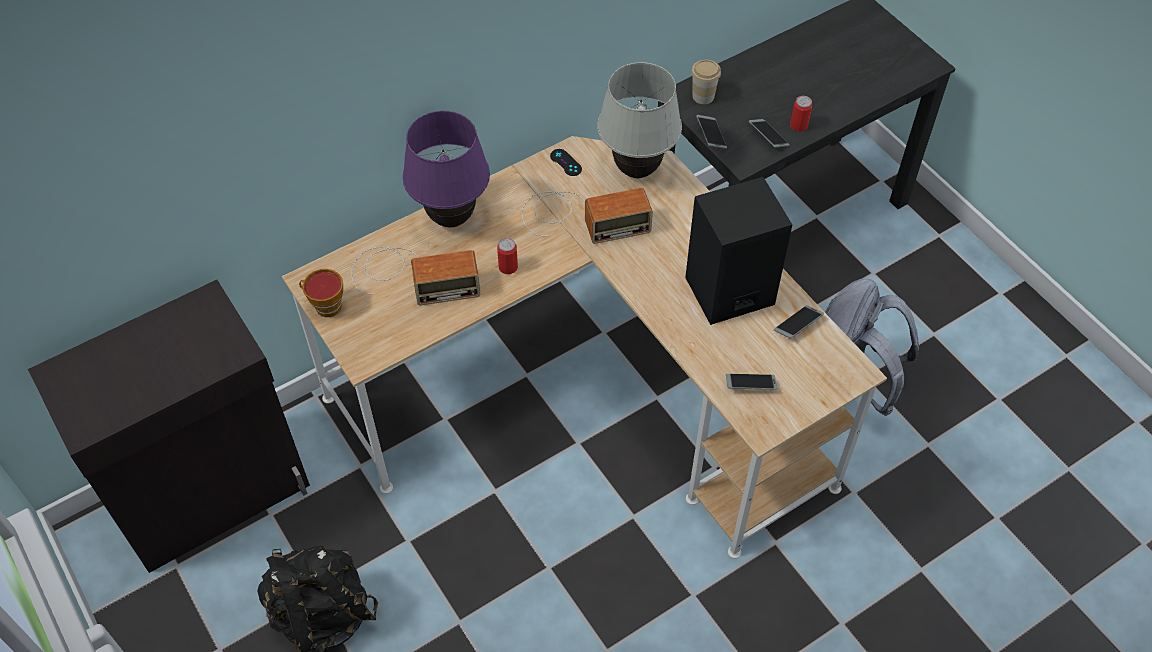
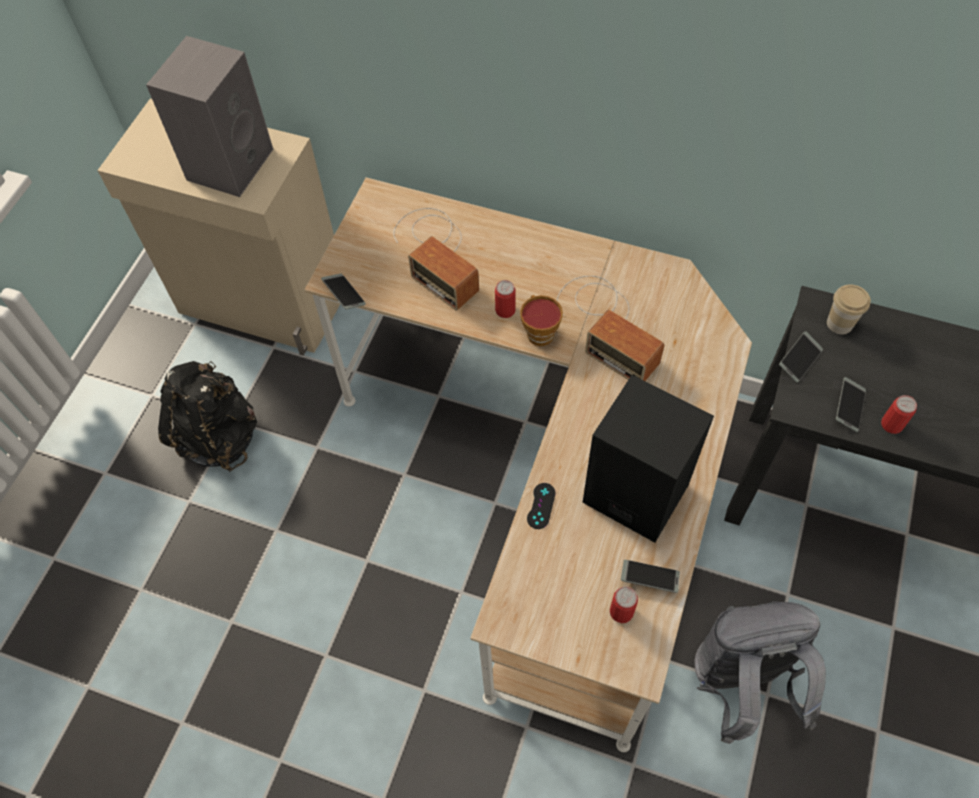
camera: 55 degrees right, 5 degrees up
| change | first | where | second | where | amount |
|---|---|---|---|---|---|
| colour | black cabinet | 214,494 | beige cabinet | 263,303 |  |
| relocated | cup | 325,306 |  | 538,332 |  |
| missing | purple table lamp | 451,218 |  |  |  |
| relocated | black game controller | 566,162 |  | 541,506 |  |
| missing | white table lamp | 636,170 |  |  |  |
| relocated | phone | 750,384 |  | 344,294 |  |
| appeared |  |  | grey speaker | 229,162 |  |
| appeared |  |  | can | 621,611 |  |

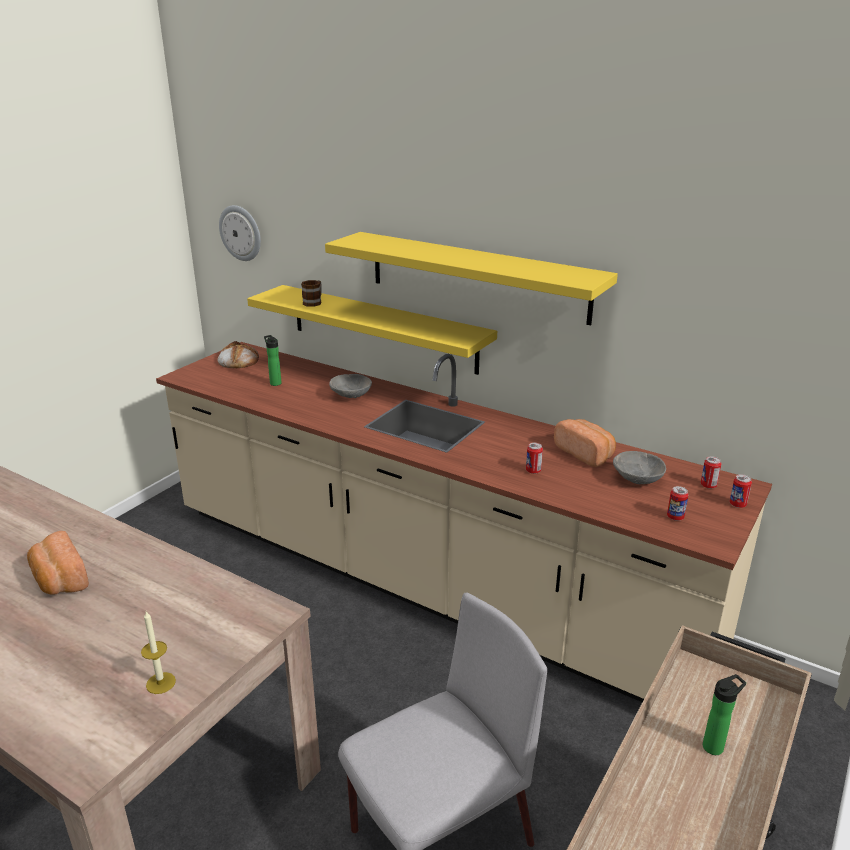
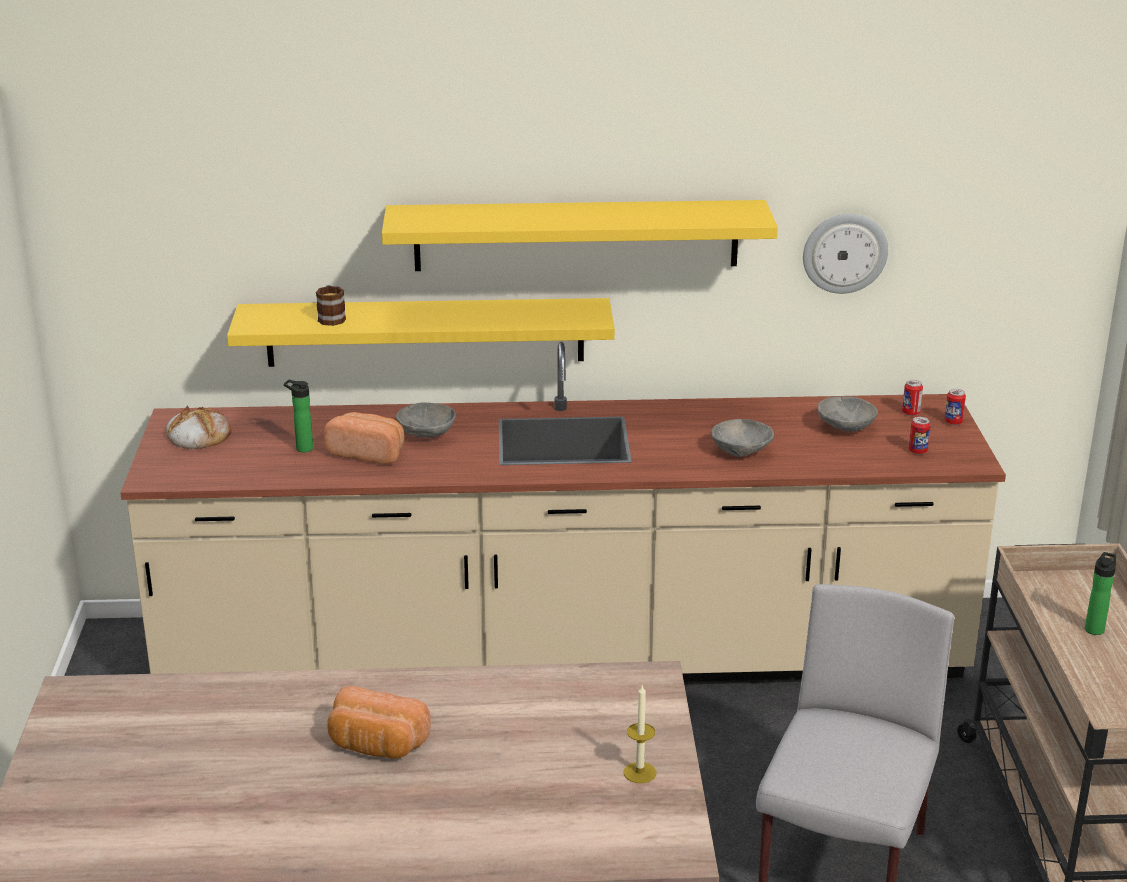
camera: 35 degrees left, 0 degrees up
| change | first | where | second | where | amount |
|---|---|---|---|---|---|
| relocated | wall clock | 241,233 |  | 844,252 |  |
| exchanged | can | 533,471 | grey bowl | 742,452 |  |
| relocated | bread | 585,453 |  | 368,453 |  |

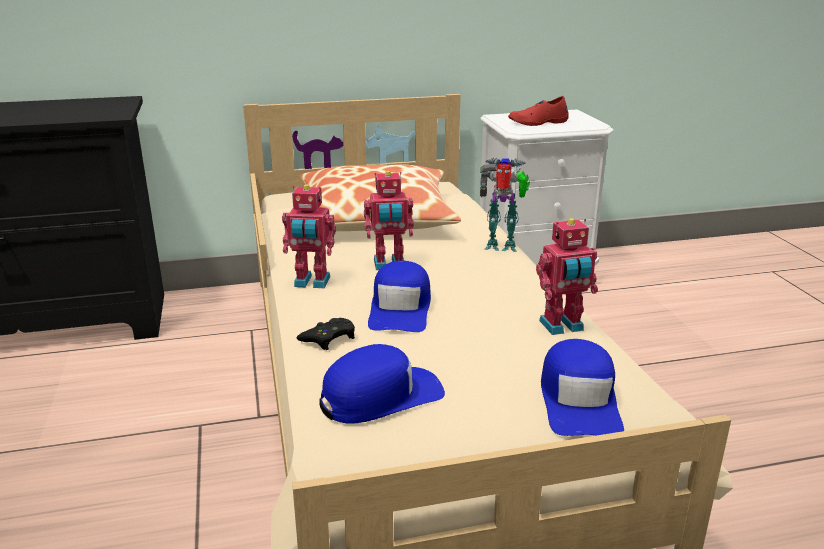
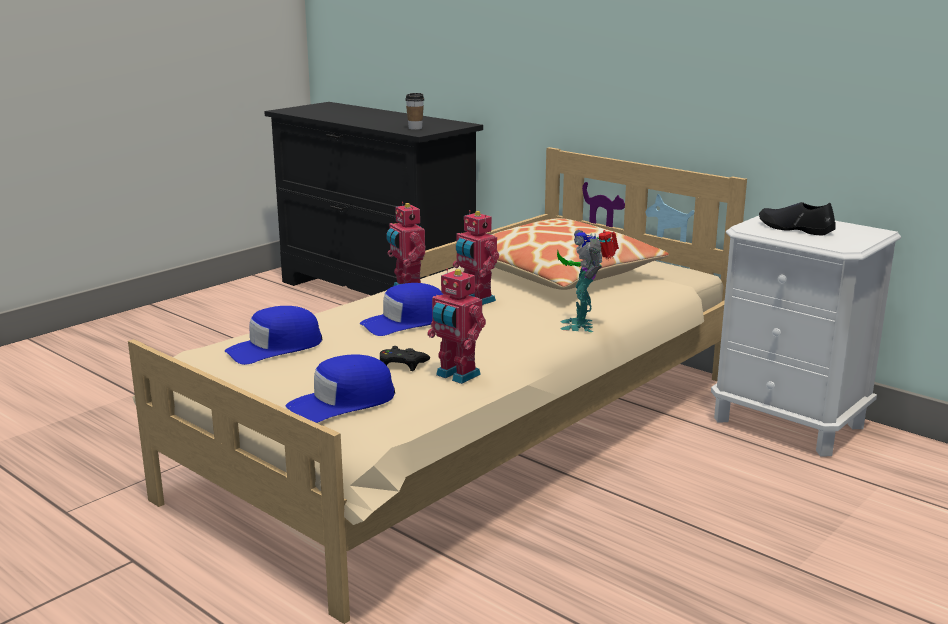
camera: 55 degrees right, 5 degrees down
| change | first | where | second | where | amount |
|---|---|---|---|---|---|
| relocated | black game controller | 329,338 |  | 402,364 |  |
| spun | blue cap | 381,396 |  | 275,348 | 120 degrees clockwise |
| spun | toy robot | 502,247 |  | 582,325 | 150 degrees counterclockwise |
| colour | red shoe | 538,122 | black shoe | 794,228 |  |
| appeared |  |  | cup | 415,128 |  |

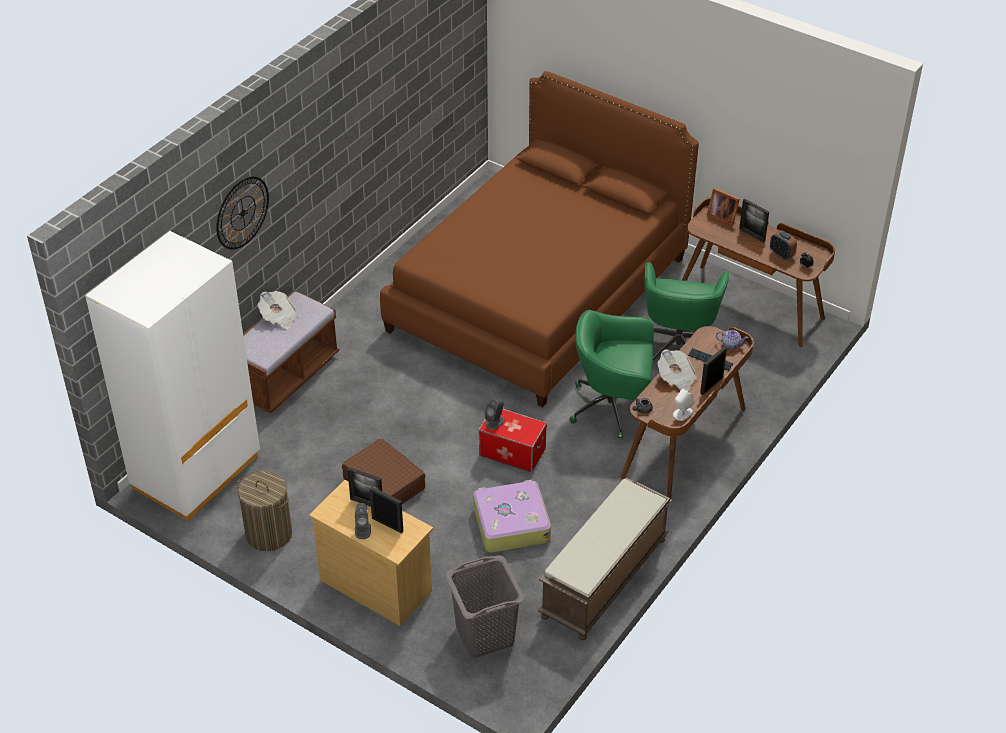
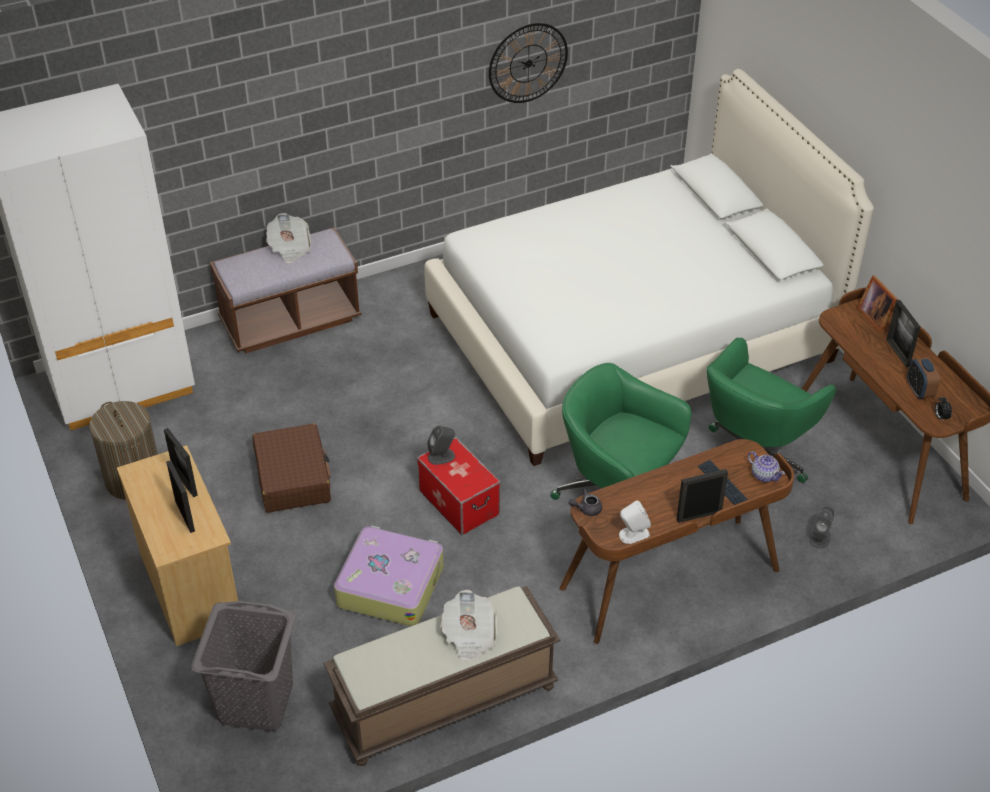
camera: 30 degrees right, 0 degrees up
| change | first | where | second | where | amount |
|---|---|---|---|---|---|
| relocated | wall clock | 242,213 |  | 528,63 |  |
| relocated | grey speaker | 362,529 |  | 820,537 |  |
| colour | brown bed | 539,293 | white bed | 631,337 |  |
| relocated | newspaper | 676,378 |  | 469,636 |  |

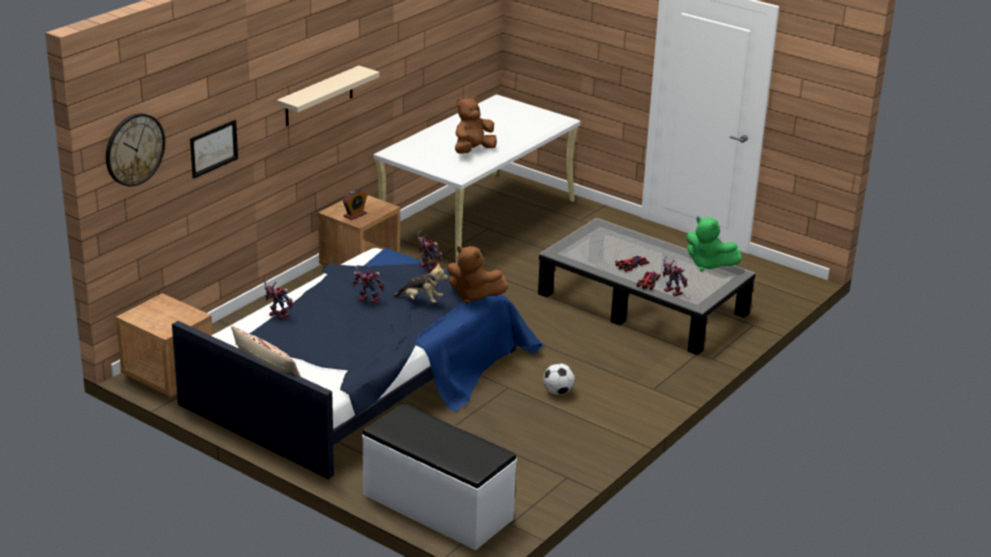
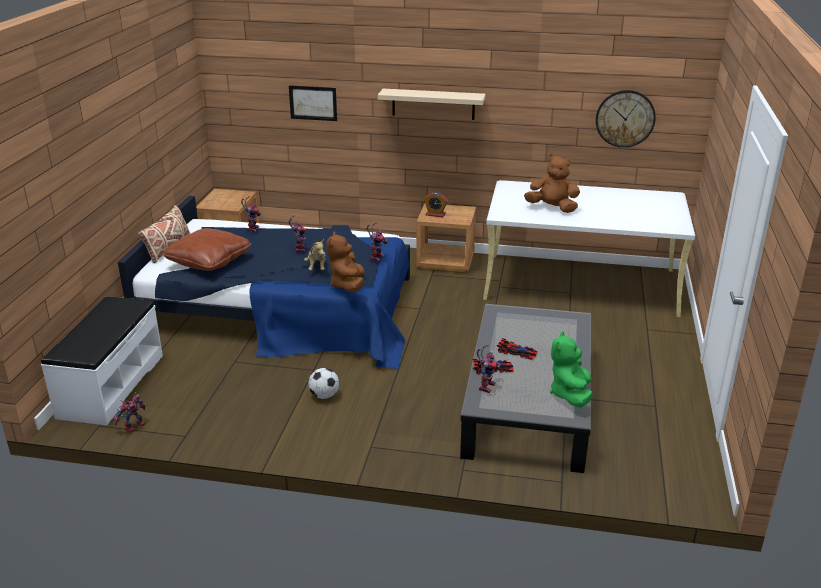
camera: 65 degrees right, 0 degrees up
| change | first | where | second | where | amount |
|---|---|---|---|---|---|
| relocated | wall clock | 134,149 |  | 625,118 |  |
| appeared |  |  | toy robot | 134,428 |  |
| appeared |  |  | brown pillow | 209,261 |  |

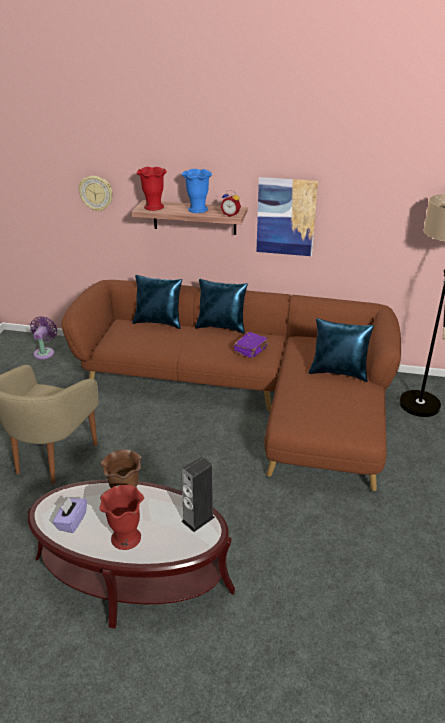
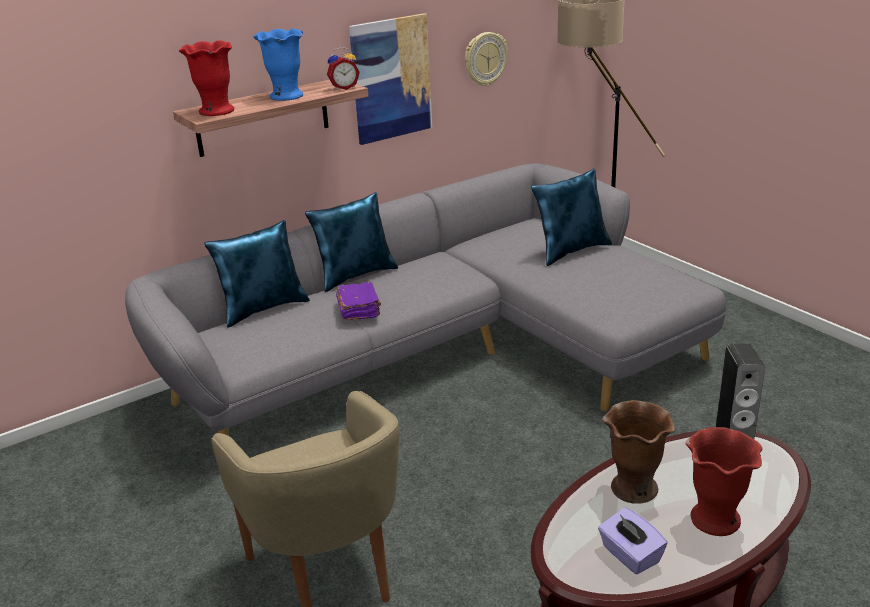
camera: 45 degrees left, 5 degrees down
| change | first | where | second | where | amount |
|---|---|---|---|---|---|
| missing | purple fan | 45,352 |  |  |  |
| colour | brown sofa | 249,396 | grey sofa | 446,354 |  |
| relocated | wall clock | 96,193 |  | 485,59 |  |
| relocated | purple book | 251,350 |  | 359,310 |  |

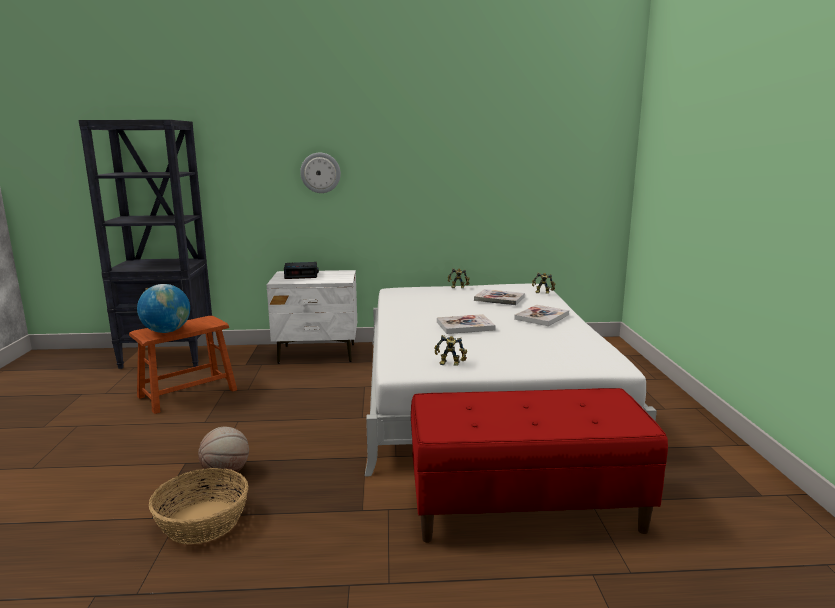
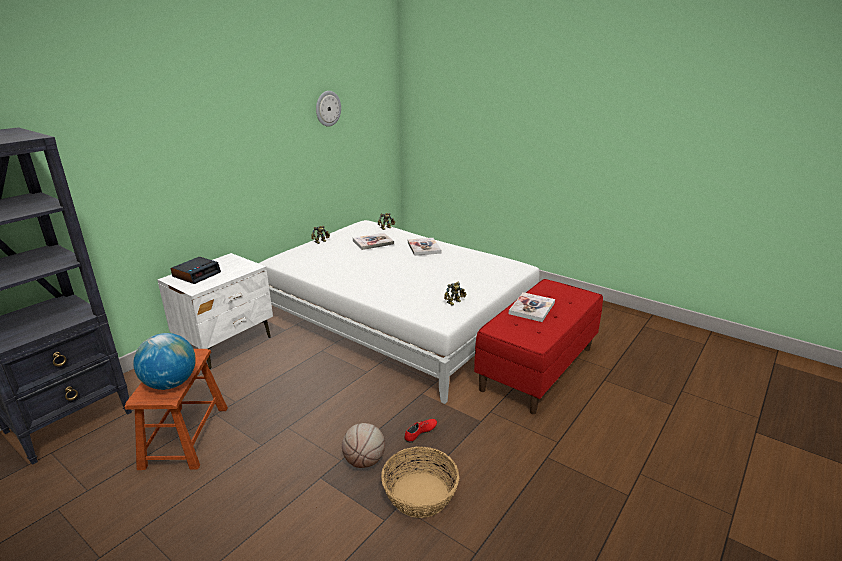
camera: 50 degrees left, 10 degrees up
| change | first | where | second | where | amount |
|---|---|---|---|---|---|
| relocated | wall clock | 320,172 |  | 327,108 |  |
| relocated | book | 465,326 |  | 532,308 |  |
| appeared |  |  | red shoe | 420,433 |  |

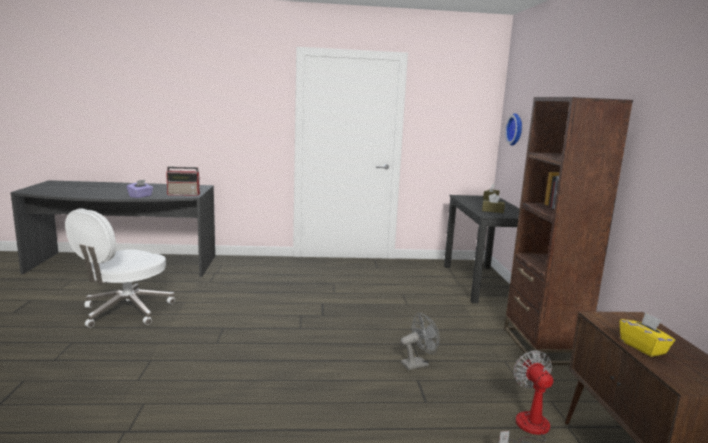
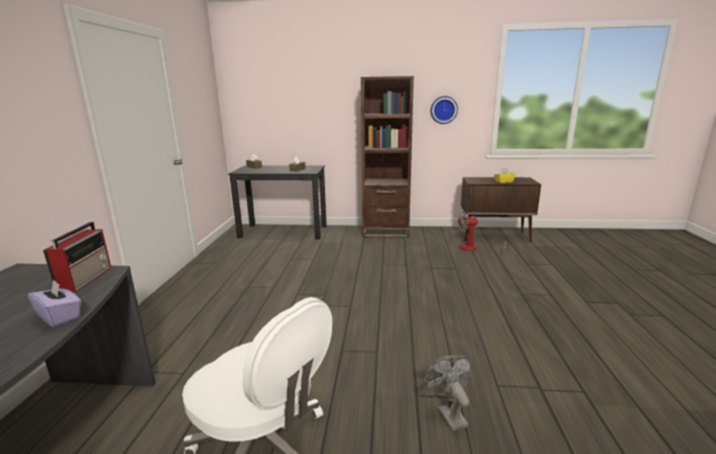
camera: 80 degrees left, 5 degrees up
| change | first | where | second | where | amount |
|---|---|---|---|---|---|
| relocated | grey fan | 418,364 |  | 448,414 |  |
| relocated | wall clock | 516,129 |  | 443,110 |  |

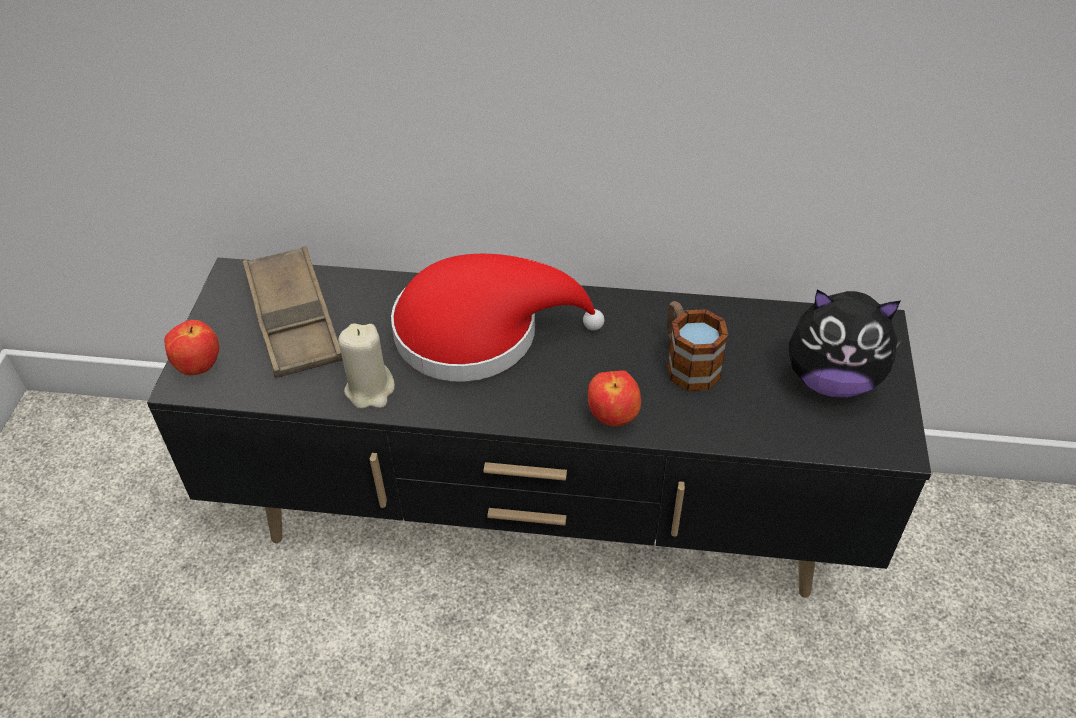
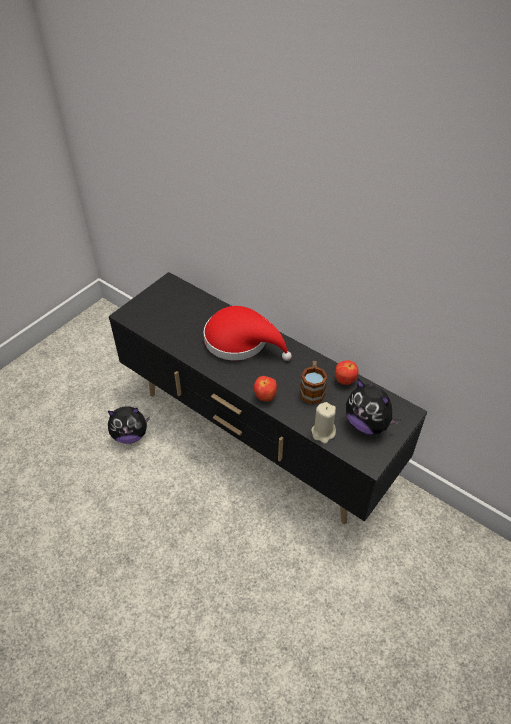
camera: 30 degrees right, 0 degrees up
| change | first | where | second | where | amount |
|---|---|---|---|---|---|
| relocated | apple | 199,366 |  | 345,381 |  |
| missing | brown tray | 294,319 |  |  |  |
| relocated | beige candle | 370,390 |  | 323,432 |  |
| appeared |  |  | plush toy | 130,435 |  |

